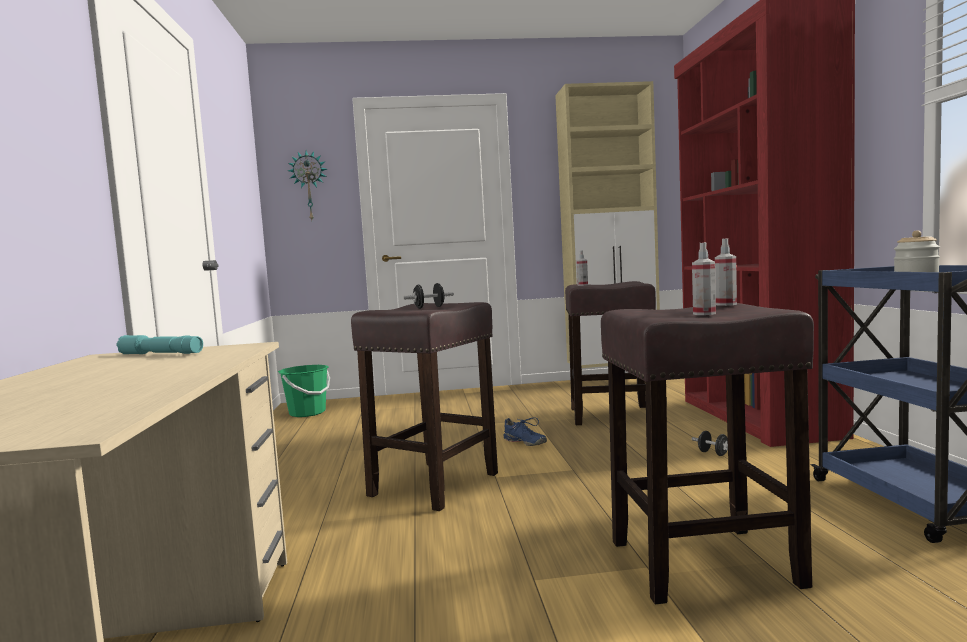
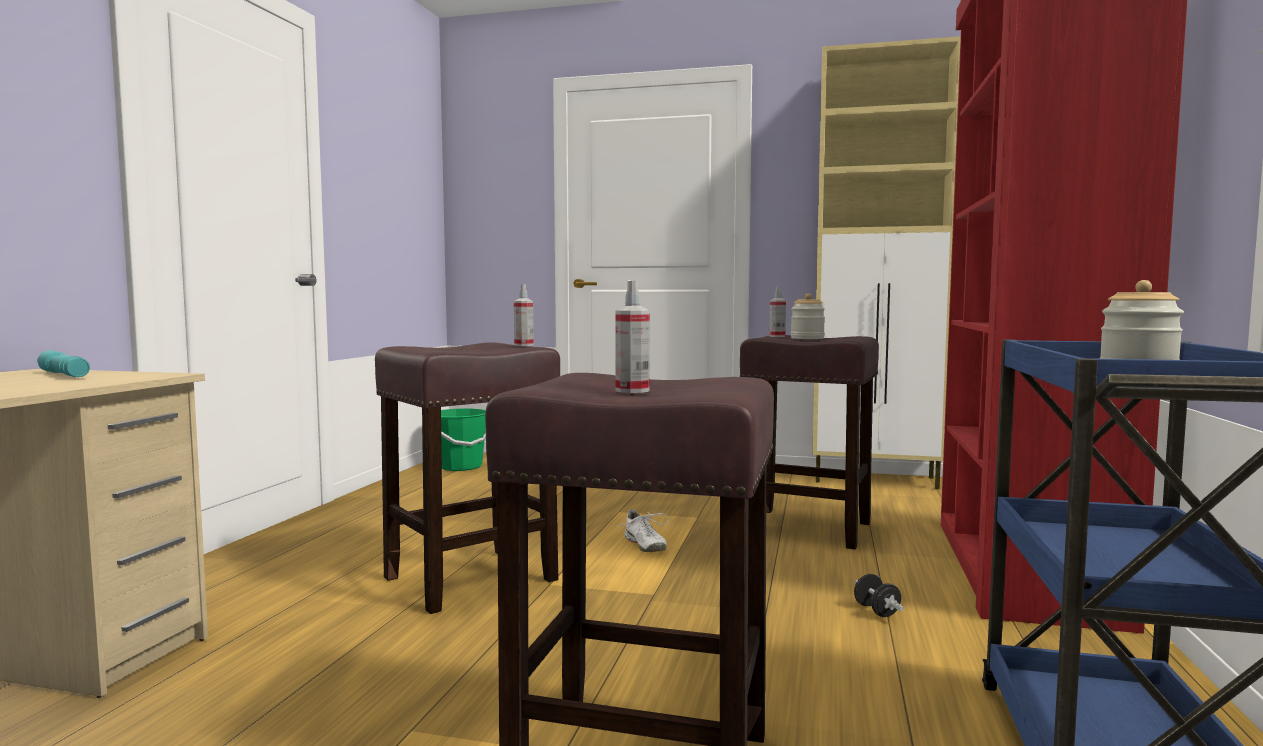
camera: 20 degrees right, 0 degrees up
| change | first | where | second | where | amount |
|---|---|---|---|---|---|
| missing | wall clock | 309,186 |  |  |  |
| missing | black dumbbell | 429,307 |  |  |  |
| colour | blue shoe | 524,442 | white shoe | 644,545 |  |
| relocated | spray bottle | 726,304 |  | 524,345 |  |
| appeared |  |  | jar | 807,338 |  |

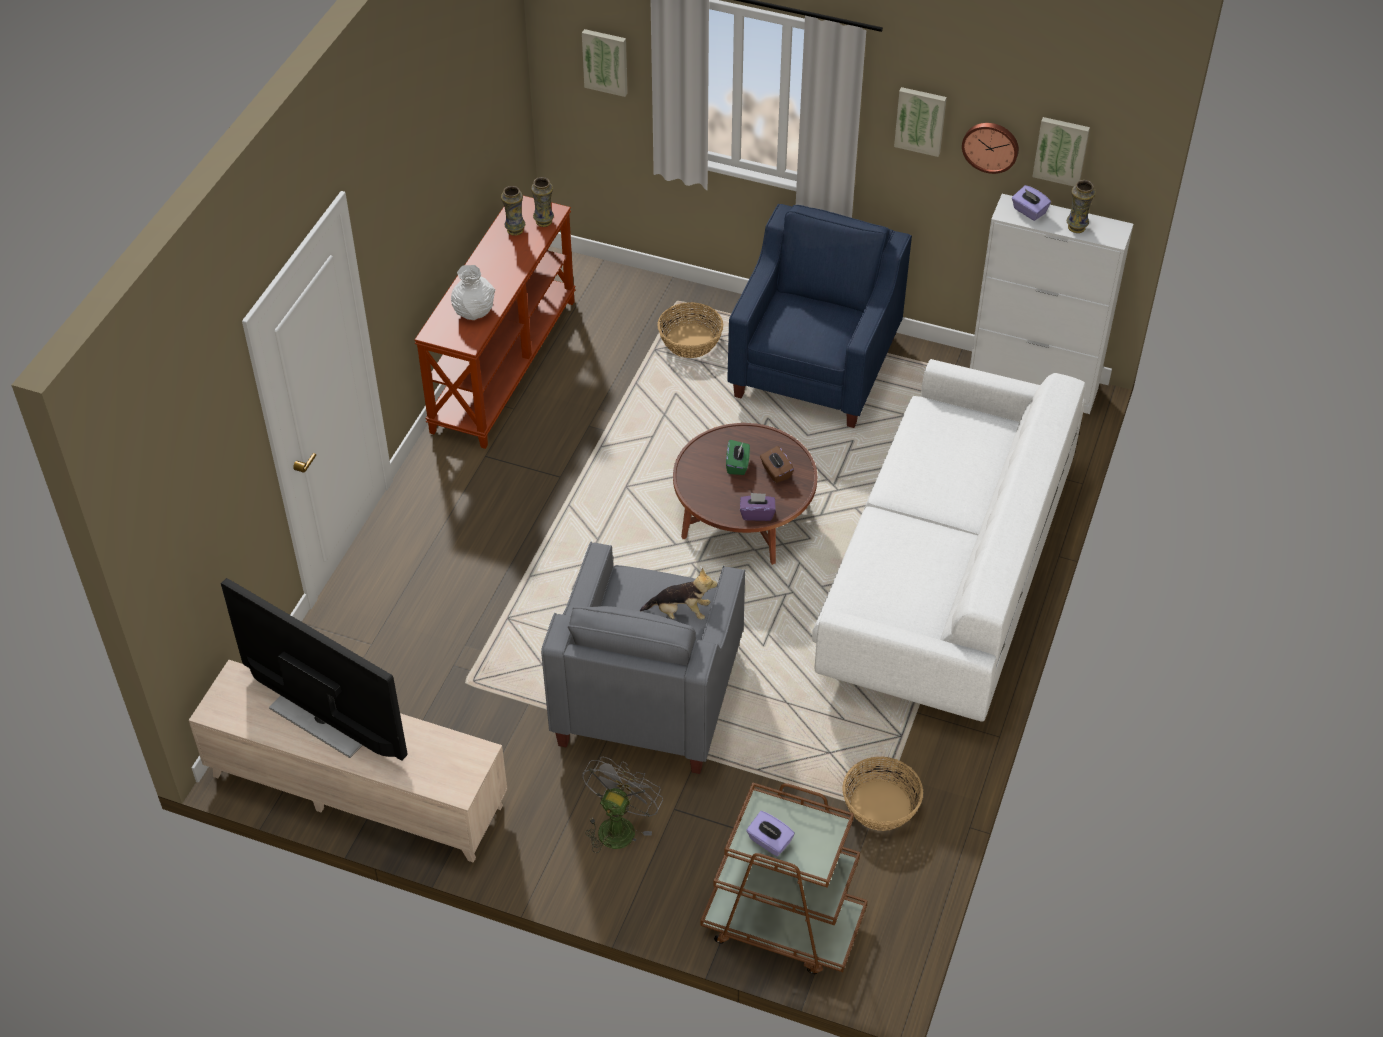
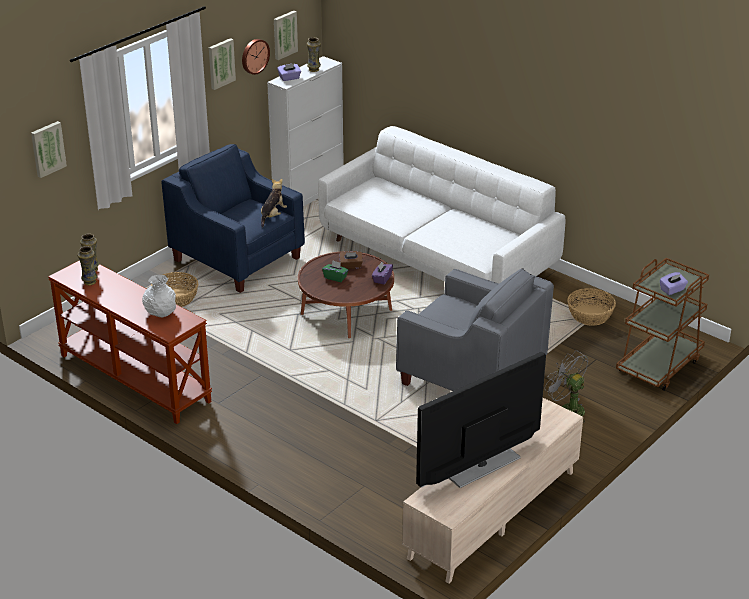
camera: 70 degrees left, 15 degrees down
| change | first | where | second | where | amount |
|---|---|---|---|---|---|
| relocated | plush toy | 680,612 |  | 273,215 |  |

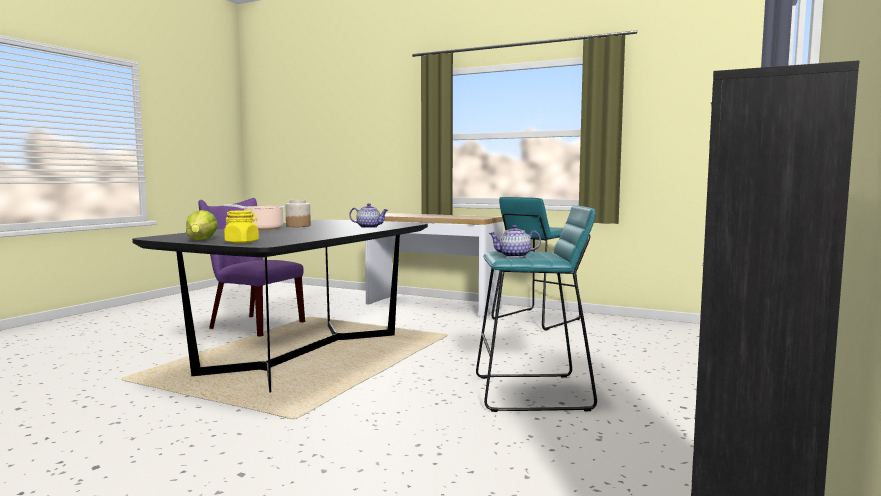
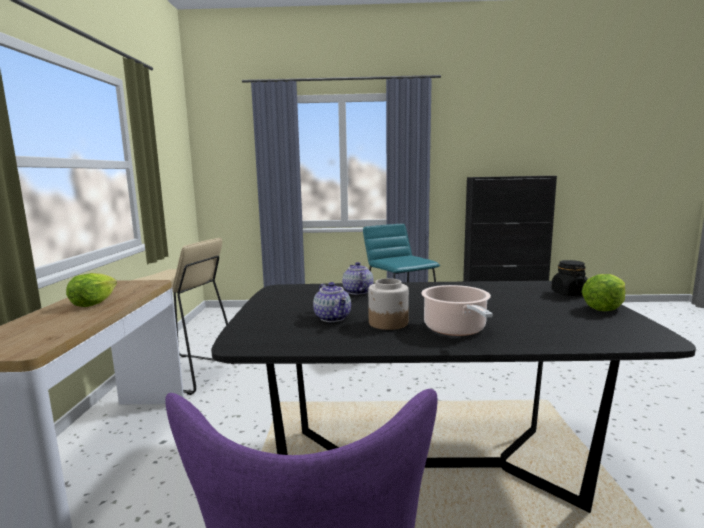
camera: 115 degrees left, 5 degrees up
| change | first | where | second | where | amount |
|---|---|---|---|---|---|
| colour | yellow jar | 242,242 | black jar | 569,293 |  |
| relocated | teapot | 514,256 |  | 333,318 |  |
| colour | turquoise stool | 535,319 | beige stool | 187,373 |  |
| appeared |  |  | lettuce | 93,303 |  |

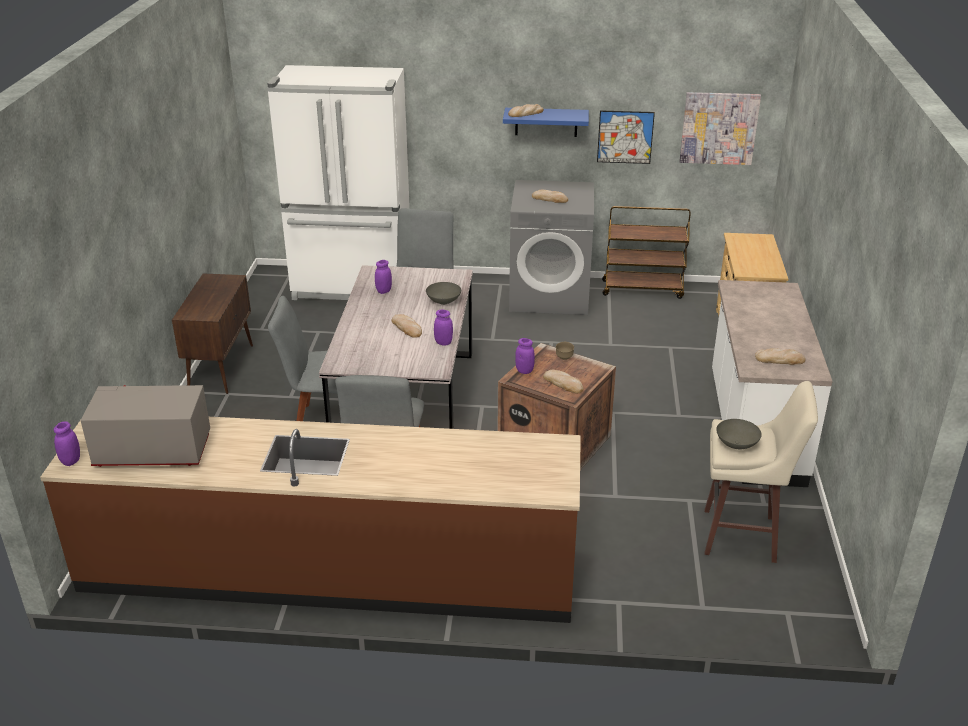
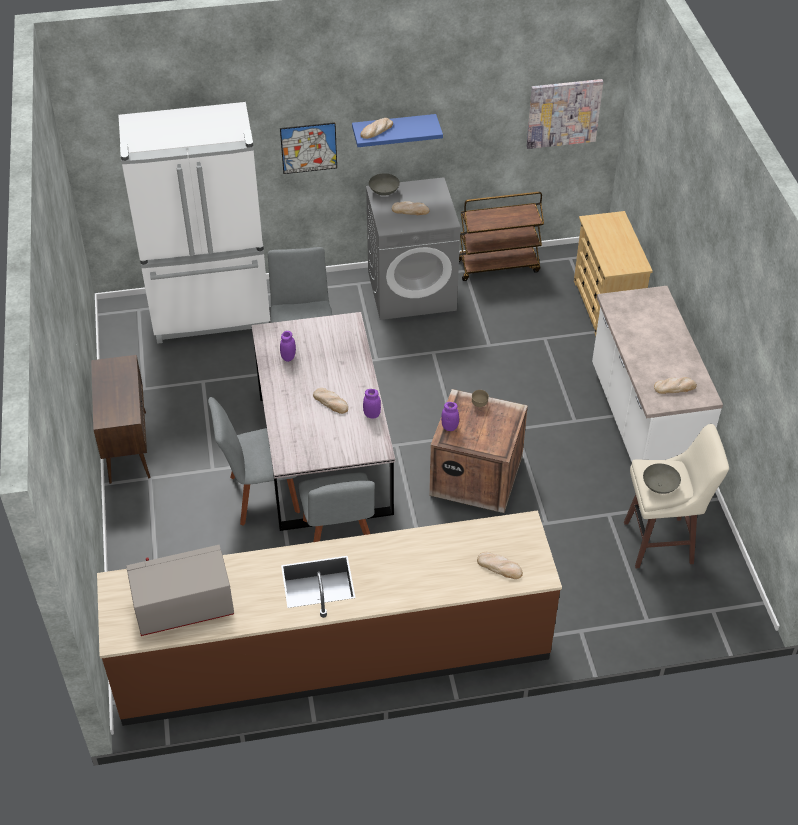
camera: 15 degrees left, 15 degrees up
| change | first | where | second | where | amount |
|---|---|---|---|---|---|
| missing | purple jar | 71,461 |  |  |  |
| relocated | grey bowl | 443,301 |  | 384,192 |  |
| relocated | bread | 563,383 |  | 500,567 |  |
| relocated | picture | 625,137 |  | 308,148 |  |

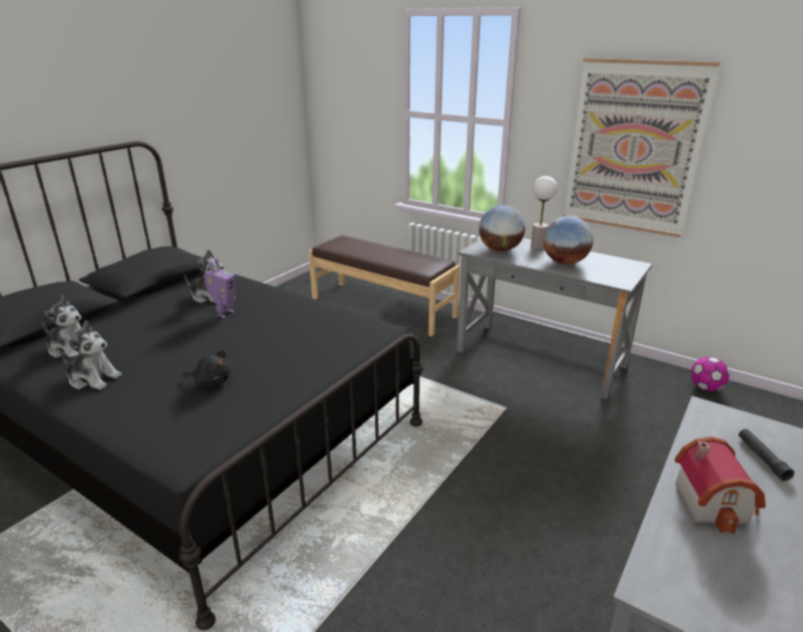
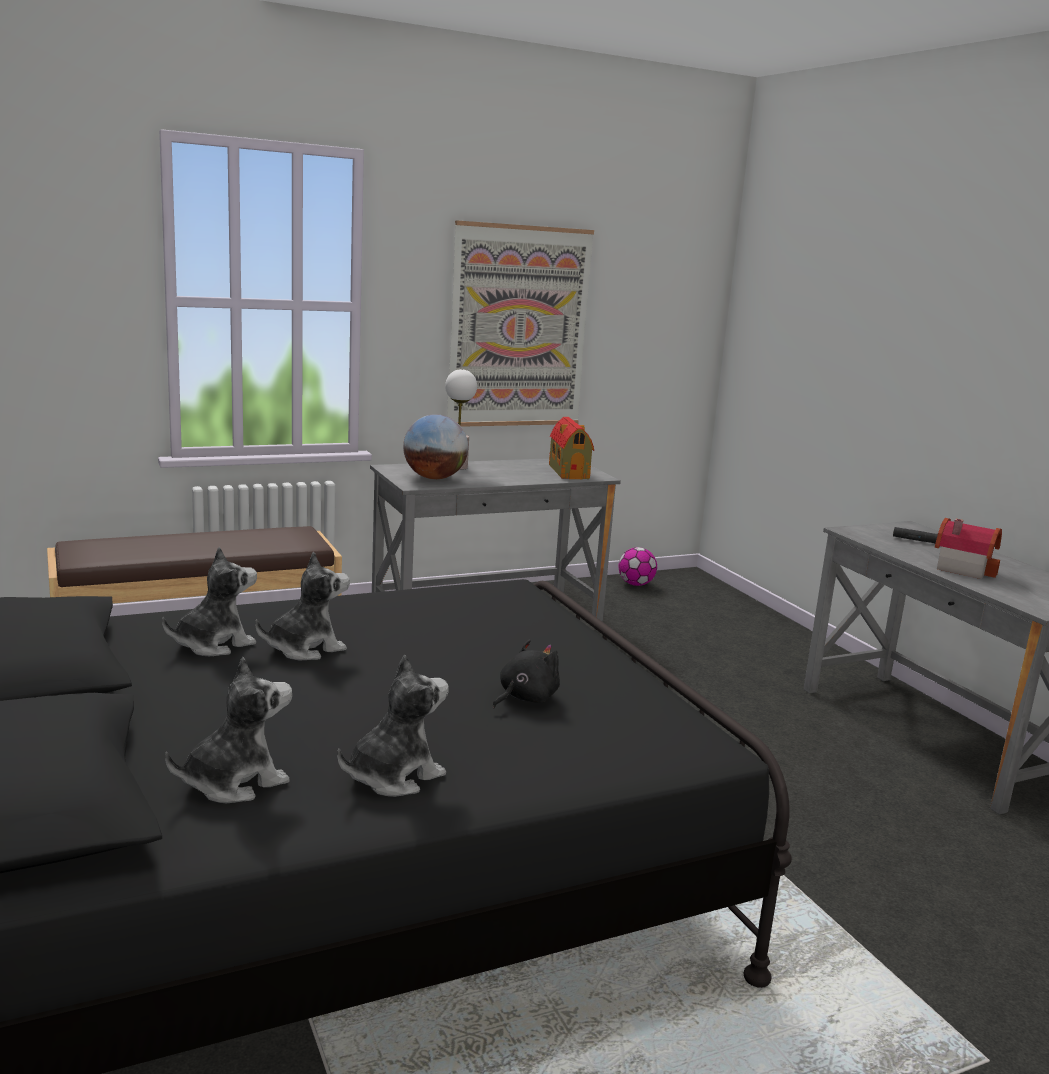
camera: 60 degrees left, 10 degrees down
| change | first | where | second | where | amount |
|---|---|---|---|---|---|
| exchanged | toy robot | 224,313 | plush toy | 305,648 |  |
| missing | globe | 564,262 |  |  |  |
| appeared |  |  | toy house | 568,471 |  |

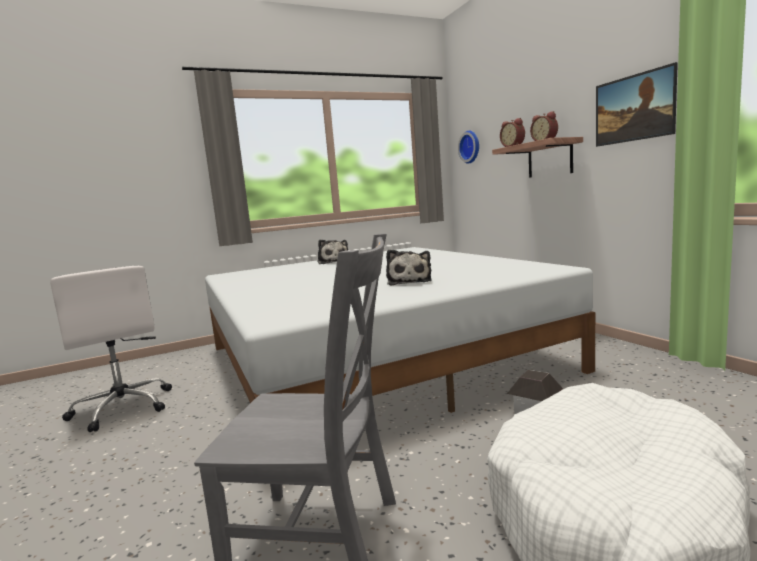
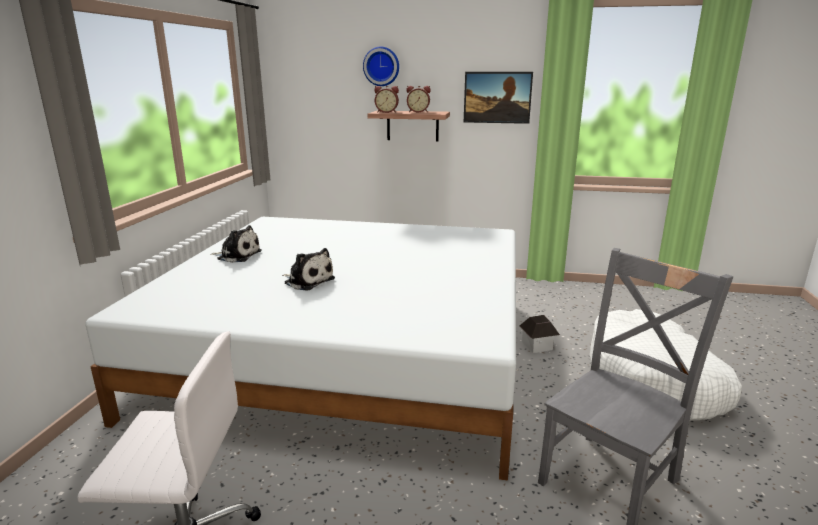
camera: 55 degrees left, 10 degrees up
| change | first | where | second | where | amount |
|---|---|---|---|---|---|
| relocated | plush toy | 409,281 |  | 308,281 |  |
| relocated | wall clock | 471,147 |  | 381,66 |  |

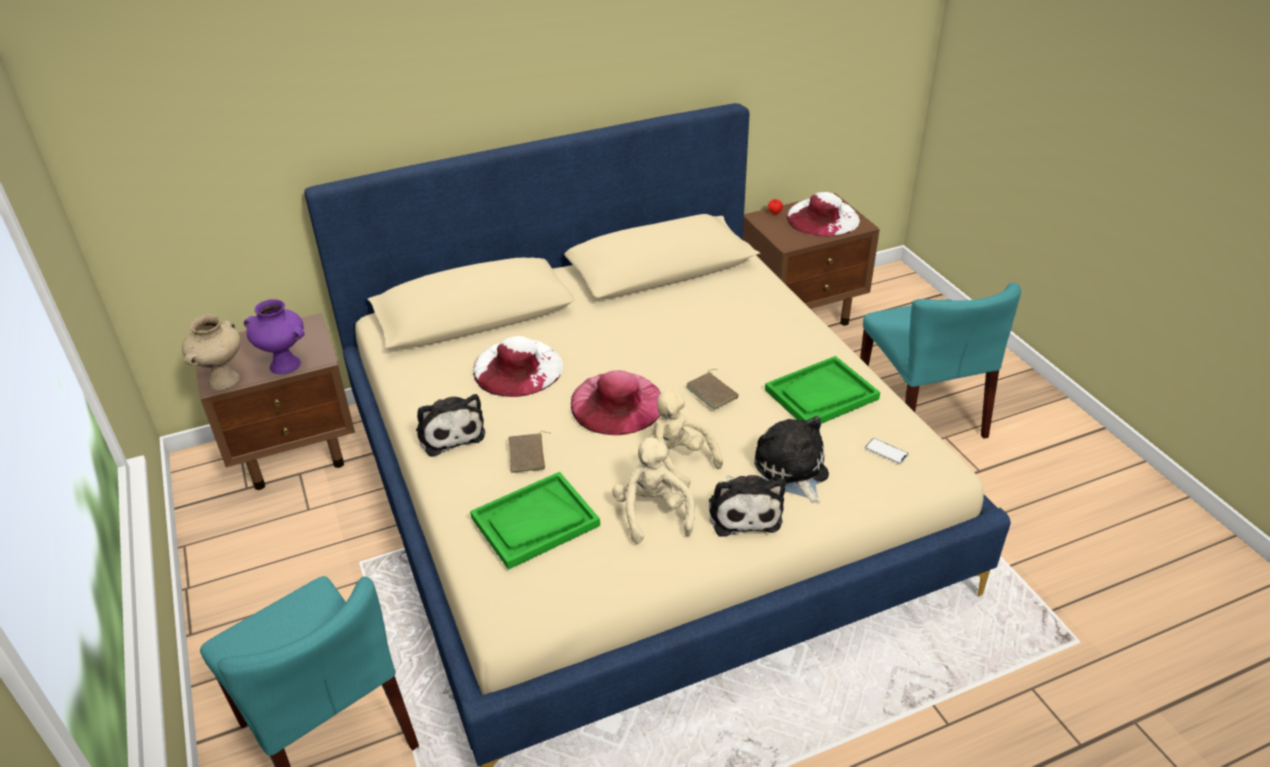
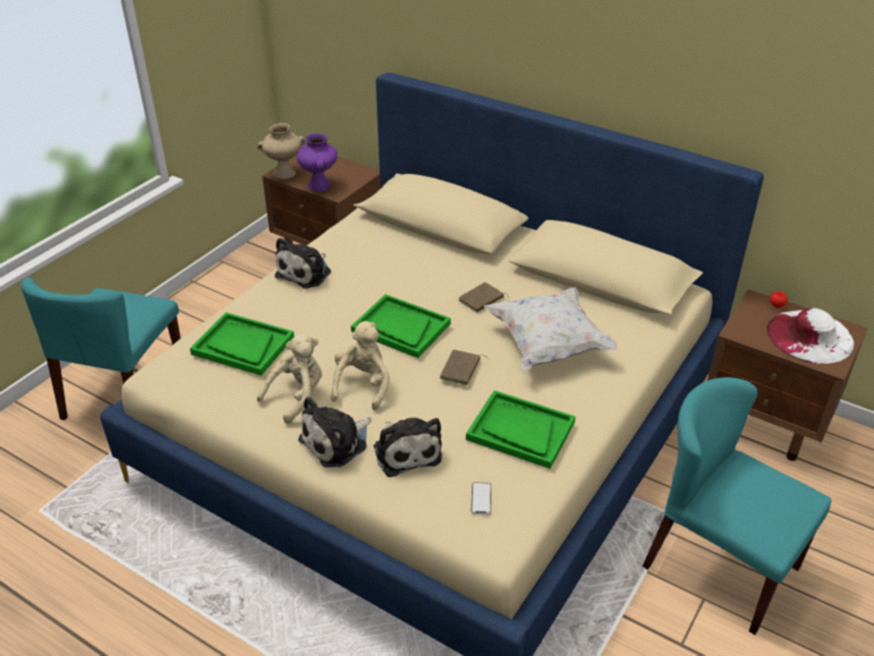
camera: 55 degrees right, 0 degrees up
| change | first | where | second | where | amount |
|---|---|---|---|---|---|
| missing | white hat | 517,368 |  |  |  |
| relocated | brown book | 528,455 |  | 482,300 |  |
| exchanged | pink hat | 617,403 | green tray | 400,328 |  |
| spun | plush toy | 792,471 |  | 406,451 | 120 degrees clockwise |
| spun | turquoise chair | 921,413 |  | 719,566 | 90 degrees clockwise |
| appeared |  |  | white pillow | 548,345 |  |

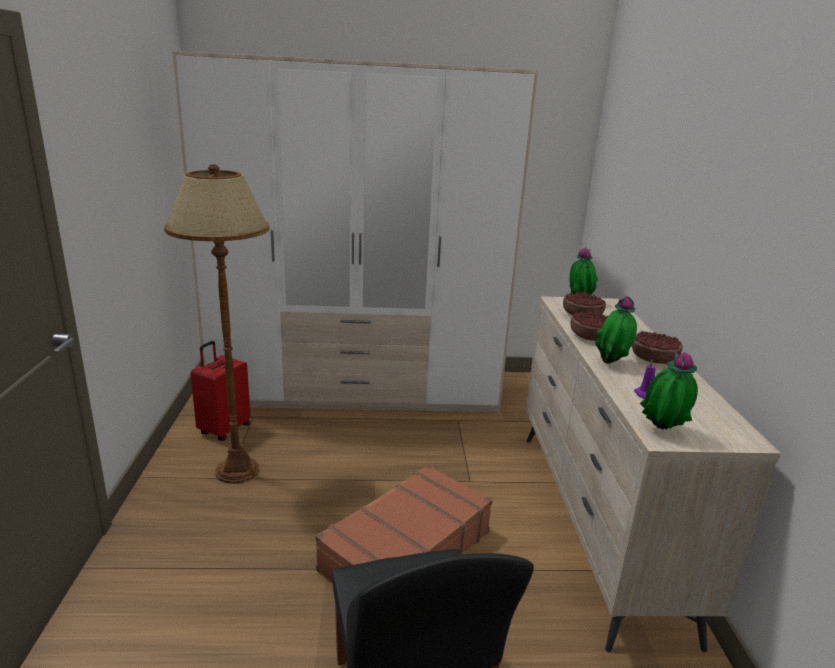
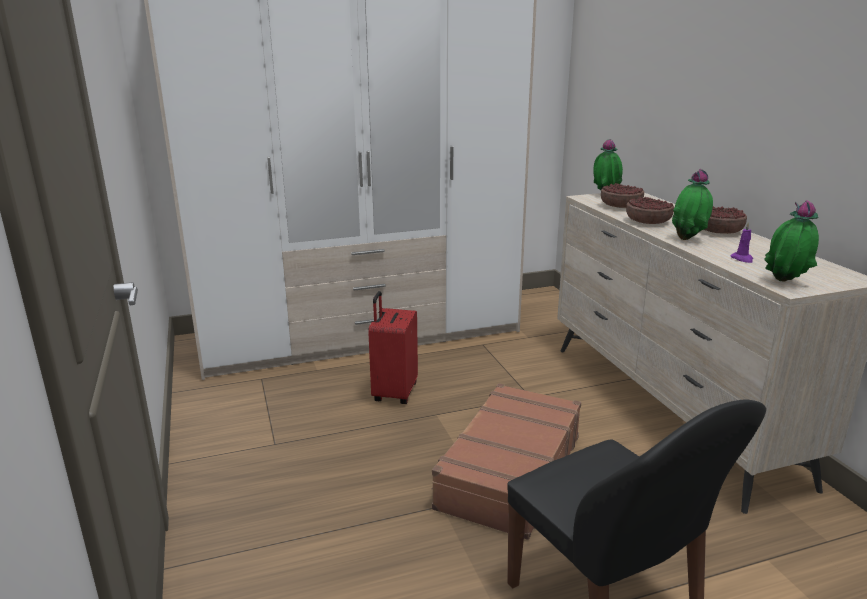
camera: 15 degrees left, 0 degrees up
| change | first | where | second | where | amount |
|---|---|---|---|---|---|
| missing | brown floor lamp | 237,470 |  |  |  |
| relocated | red suitcase | 224,429 |  | 394,393 |  |

